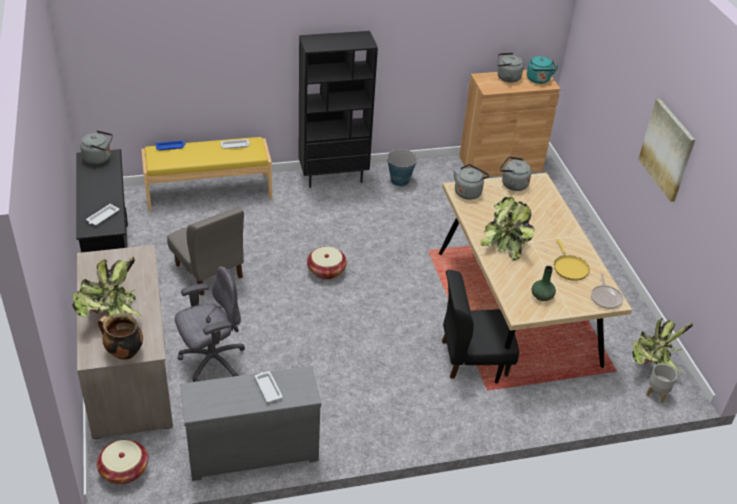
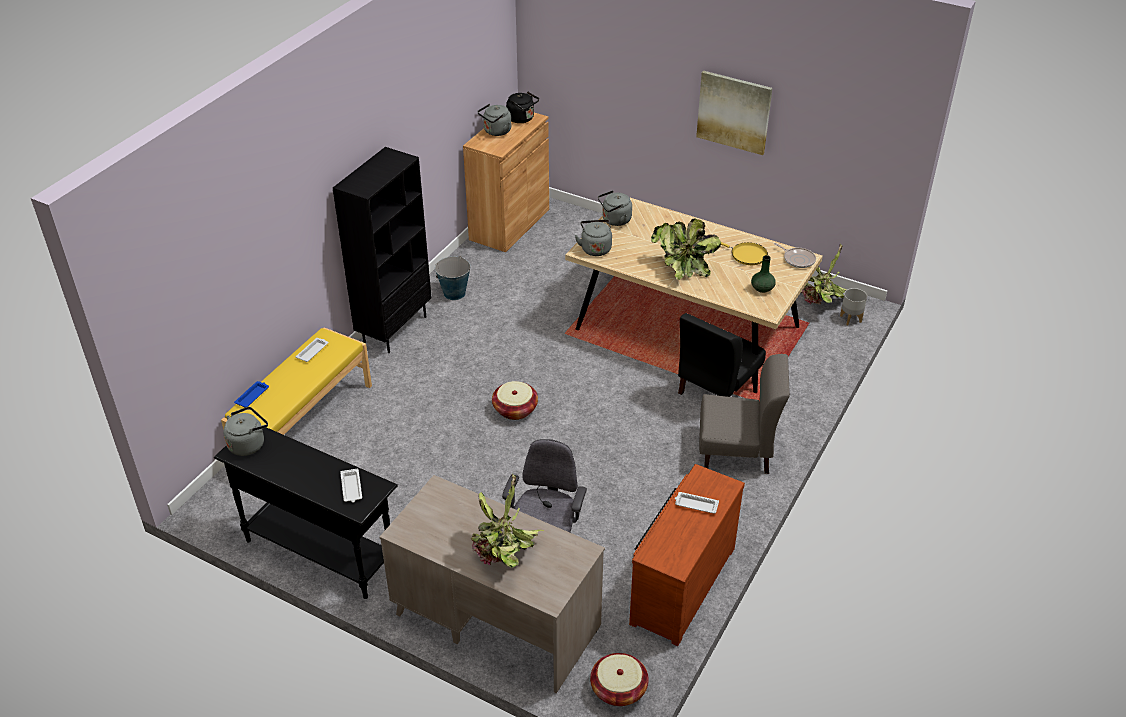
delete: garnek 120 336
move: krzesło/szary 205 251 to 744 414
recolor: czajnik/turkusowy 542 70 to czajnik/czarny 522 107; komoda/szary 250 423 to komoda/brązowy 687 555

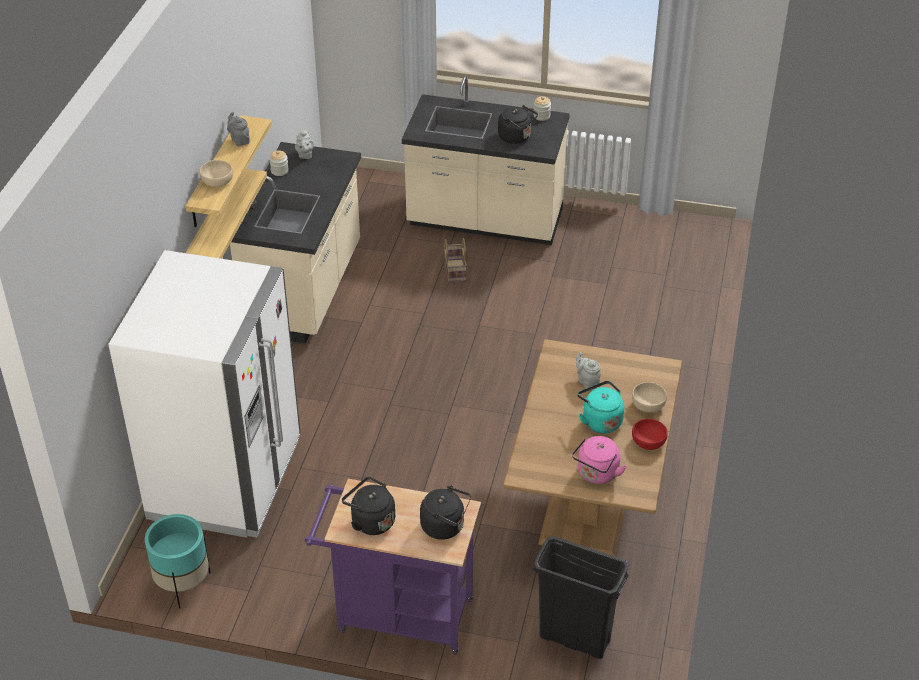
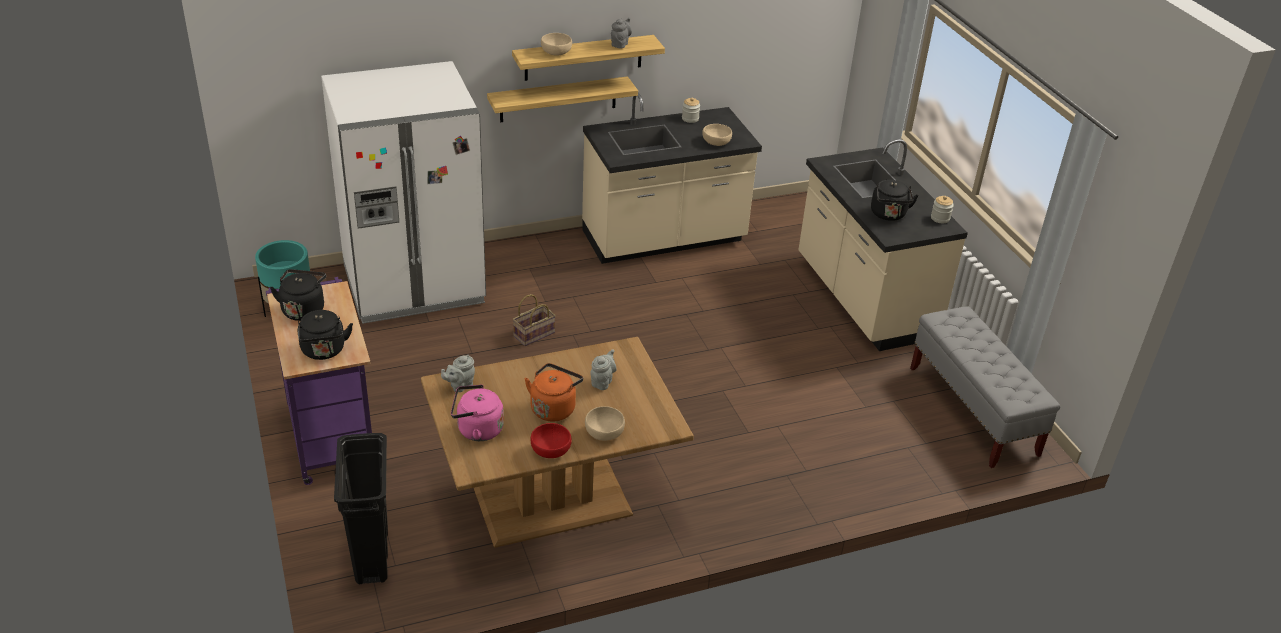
insert: miska/beżowy 717 135; ławka/szary 985 387
move: imbryk/szary 304 144 to 458 373; koszyk 455 260 to 534 320
recolor: czajnik/turkusowy 600 407 to czajnik/pomarańczowy 554 392

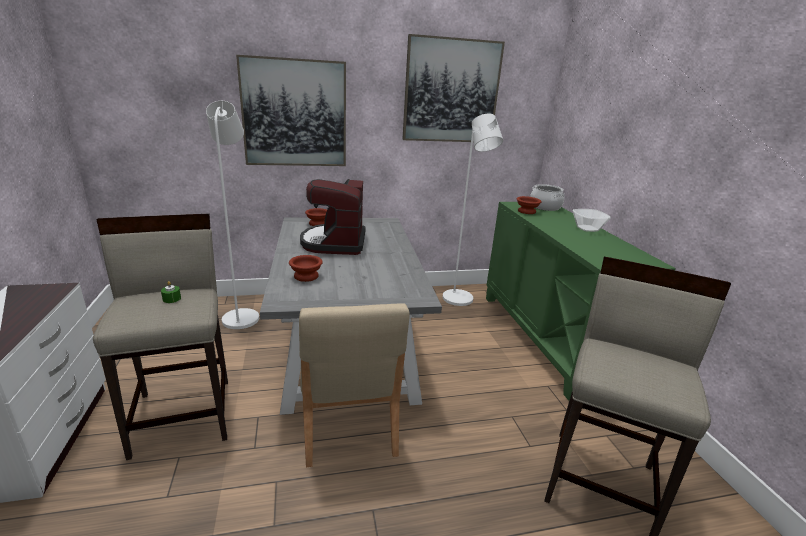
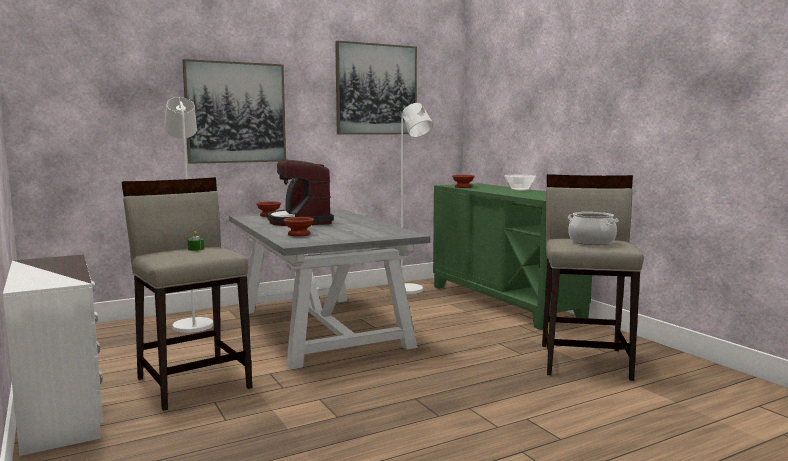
delete: krzesło/beżowy 354 385
move: garnek 547 197 to 593 228

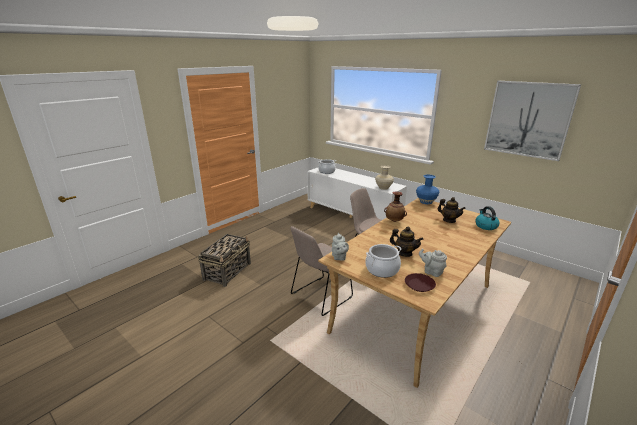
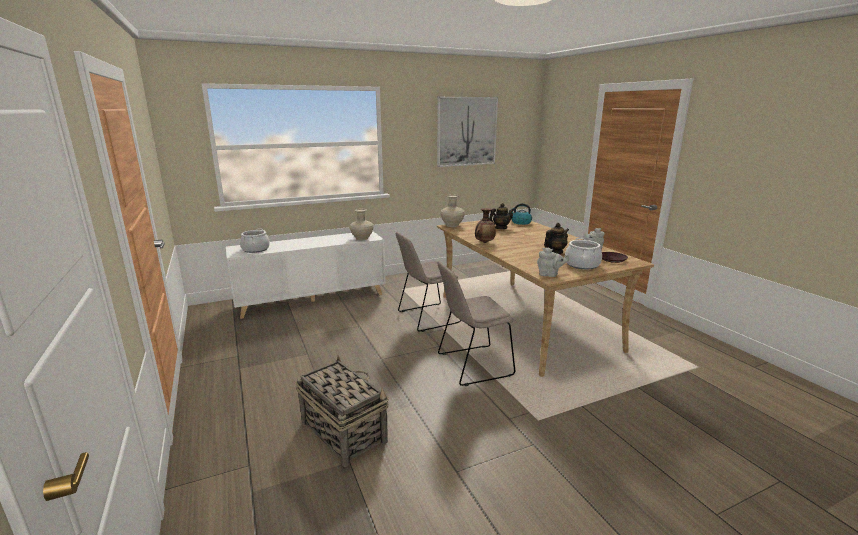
recolor: wazon/niebieski 427 189 to wazon/beżowy 452 211
rotate: krzesło/beżowy 322 271 = 476 323 90 degrees clockwise

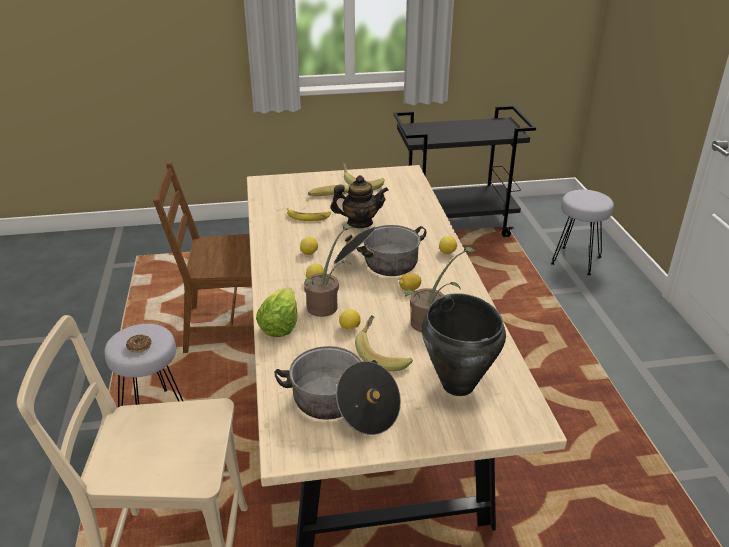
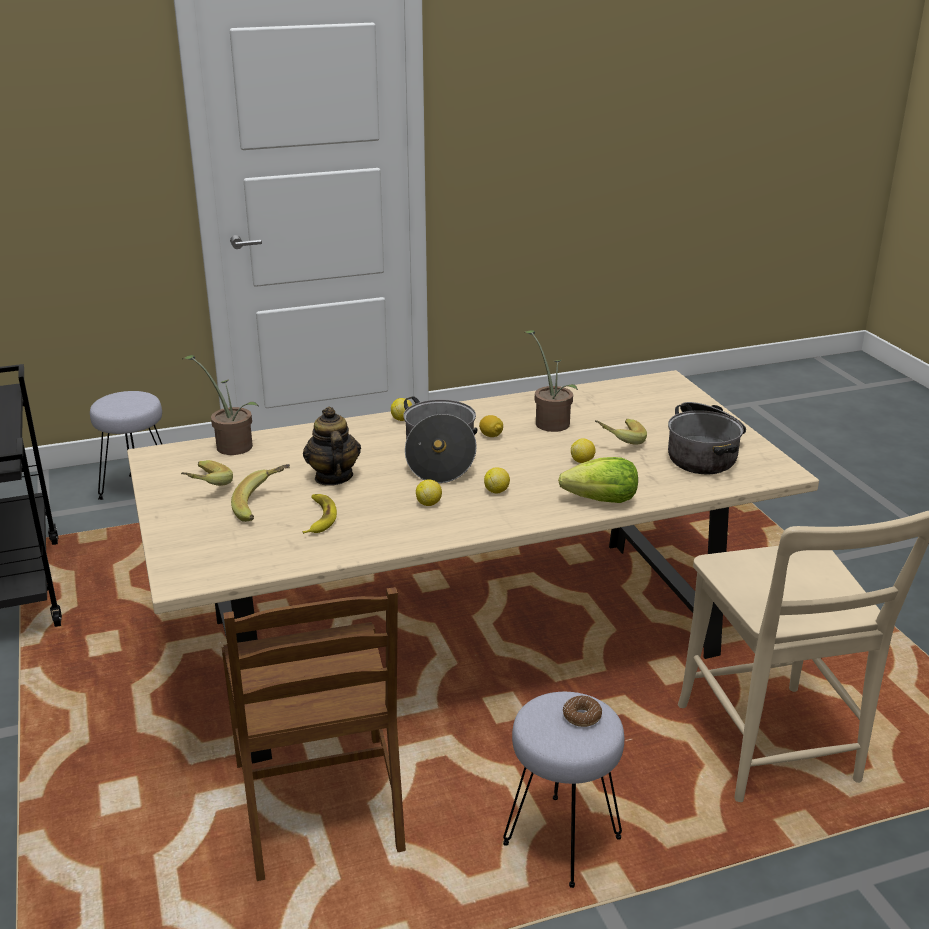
delete: garnek/czarny 464 344
move: roślina doniczkowa 328 271 to 221 405

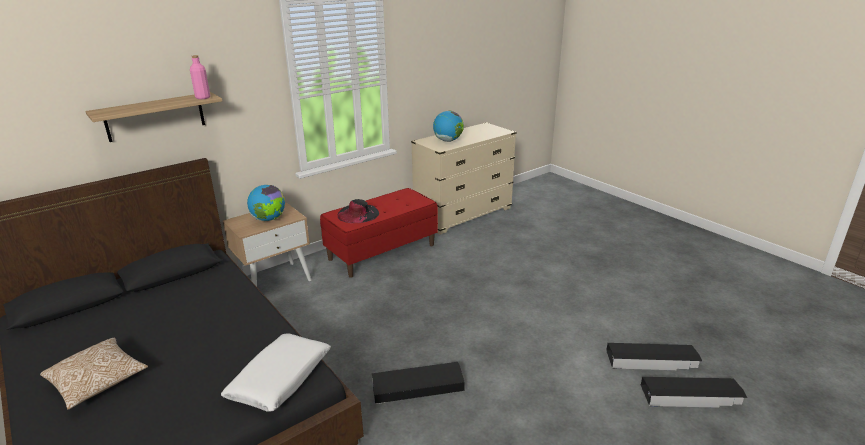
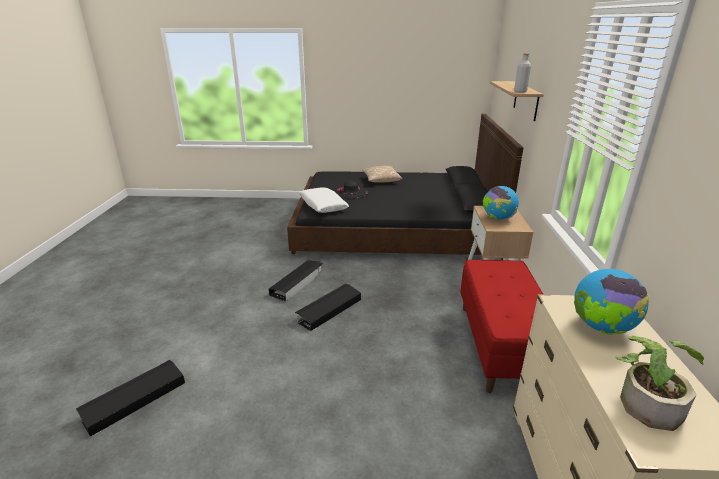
insert: roślina doniczkowa 660 383
move: pojemnik do przechowywania/czarny 694 392 to 328 307; kapelusz/czarny 358 211 to 351 189
recolor: butelka/różowy 200 77 to butelka/szary 522 73

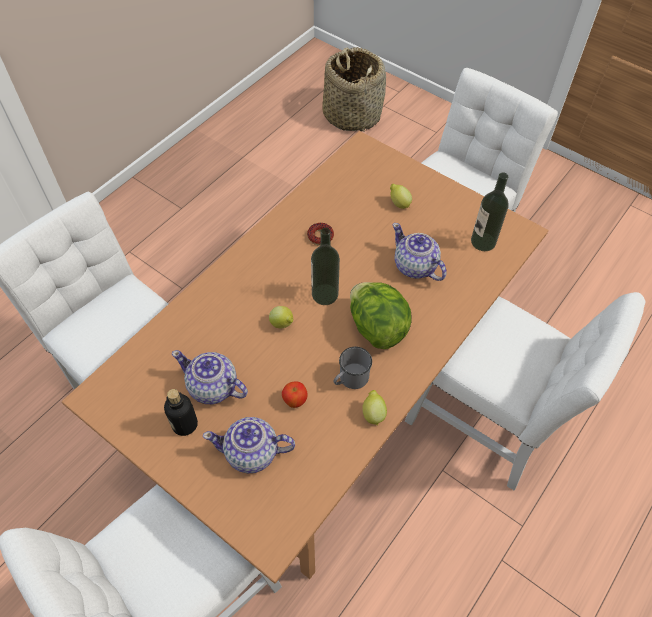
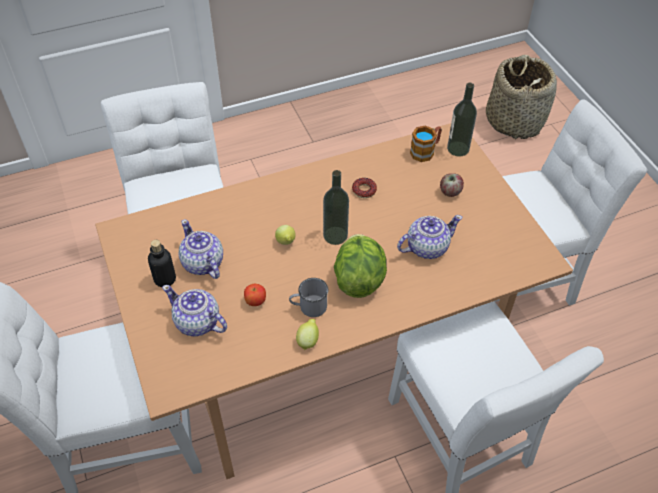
insert: kubek 426 144
move: butelka 489 212 to 462 120
replace: cytryna 401 196 to jabłko 452 185
rotate: imbryk 419 252 = 429 237 75 degrees clockwise

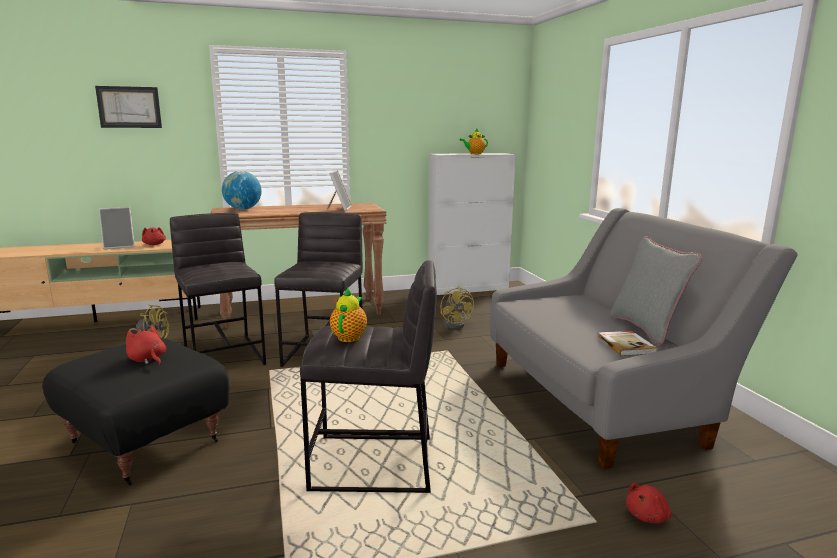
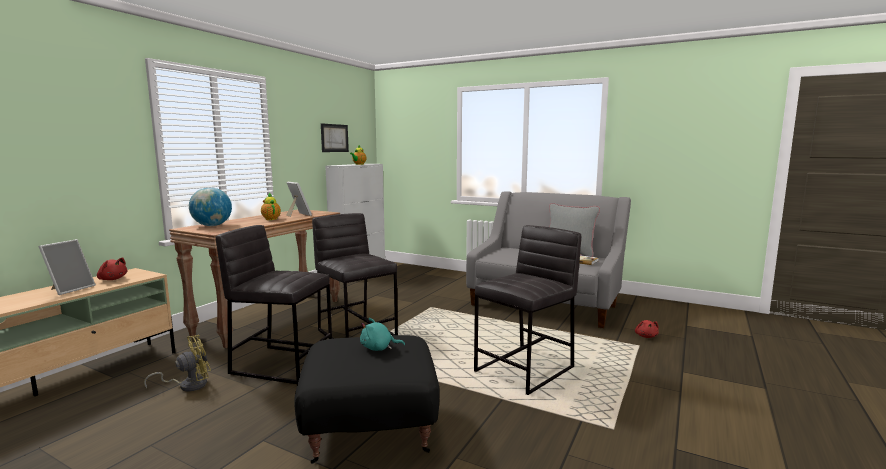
delete: wentylator/żółty 457 307
move: imbryk 348 315 to 271 206; obraz 128 107 to 335 137
recolor: pluszak/czerwony 146 345 to pluszak/turkusowy 382 334

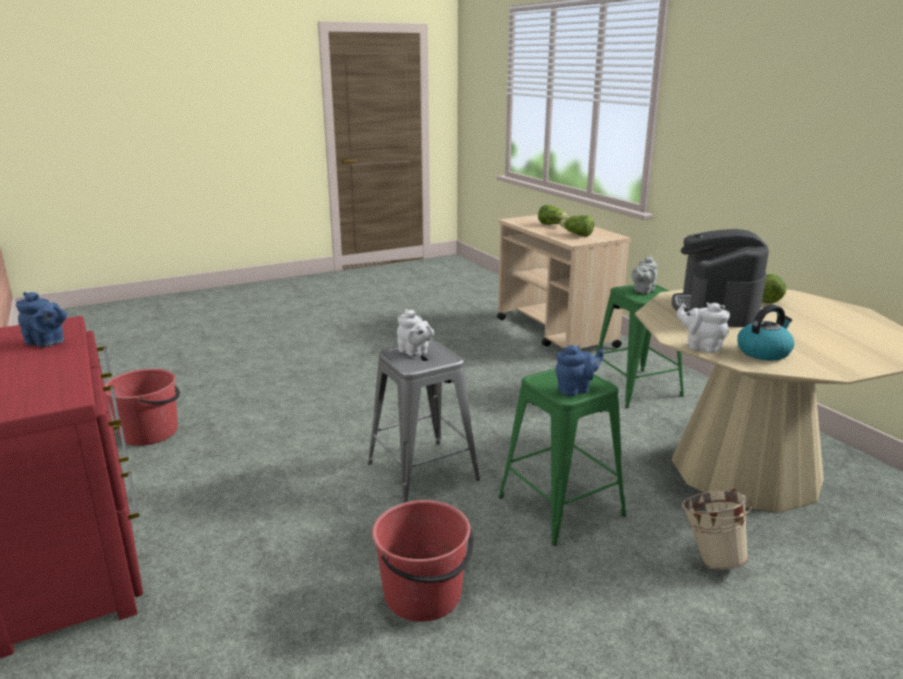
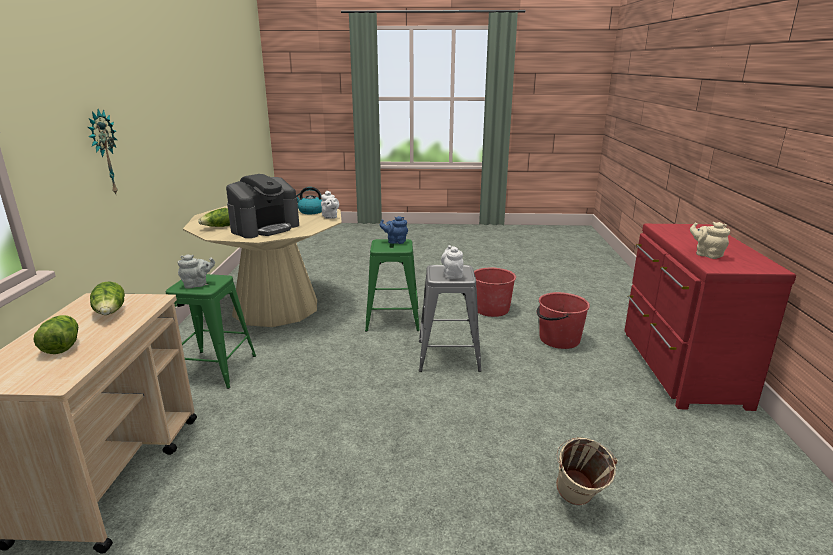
insert: zegar ścienny 103 151
move: wiadro/czerwony 142 407 to 563 320; wiadro/beżowy 717 528 to 587 471
recolor: imbryk/niebieski 41 319 to imbryk/beżowy 710 240

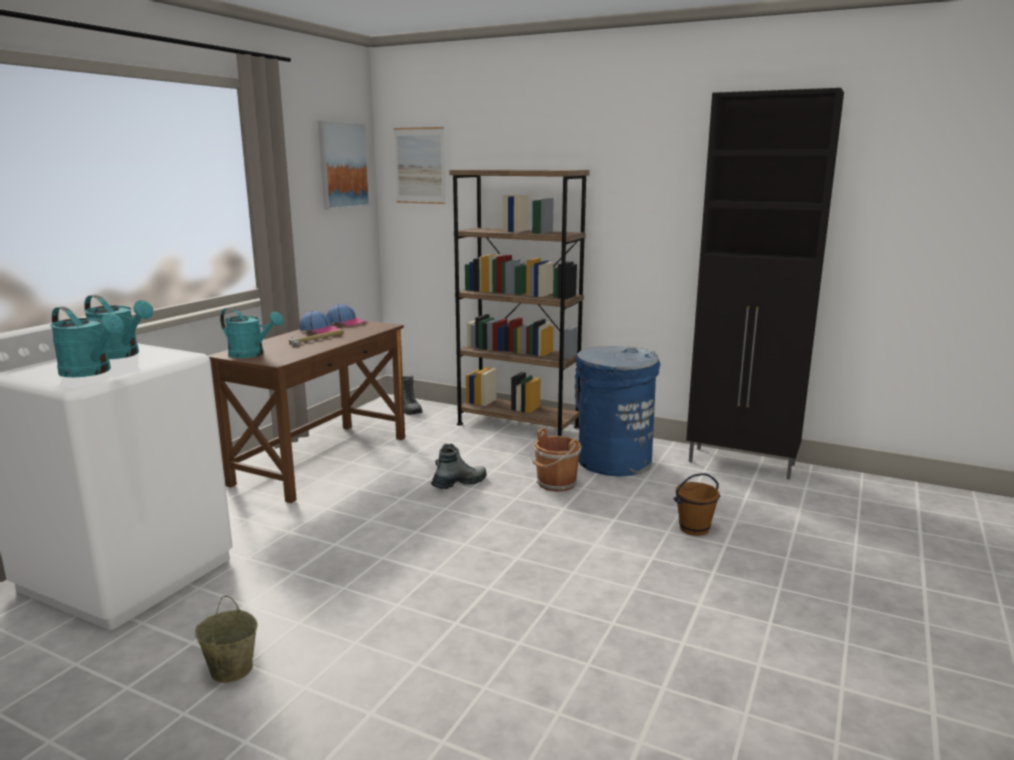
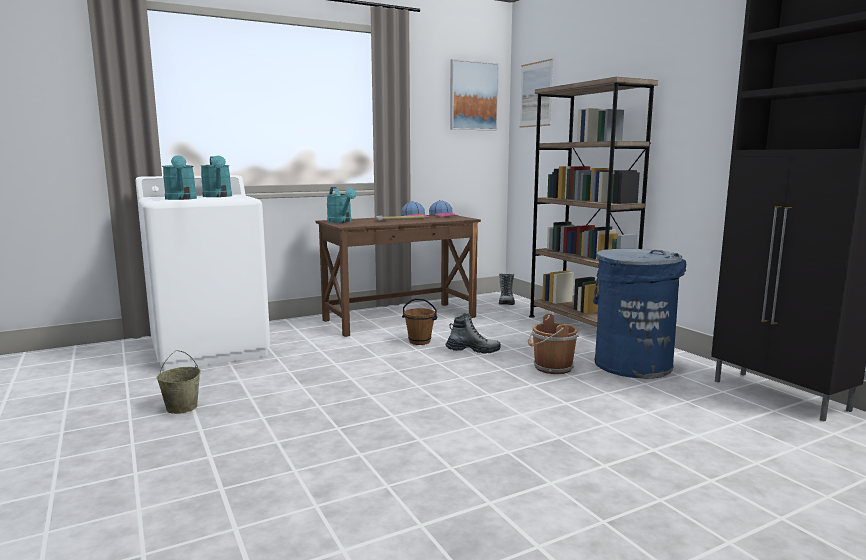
move: wiadro/brązowy 697 504 to 419 321

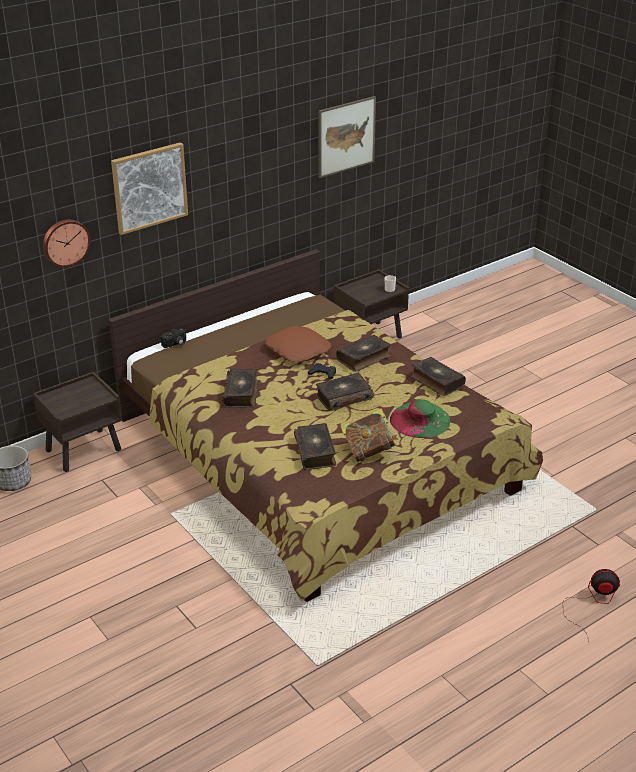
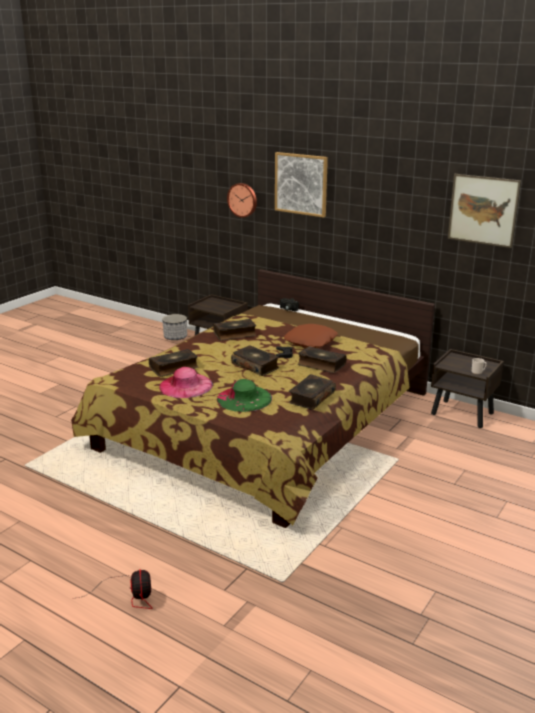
replace: książka 369 435 to kapelusz/różowy 186 382

